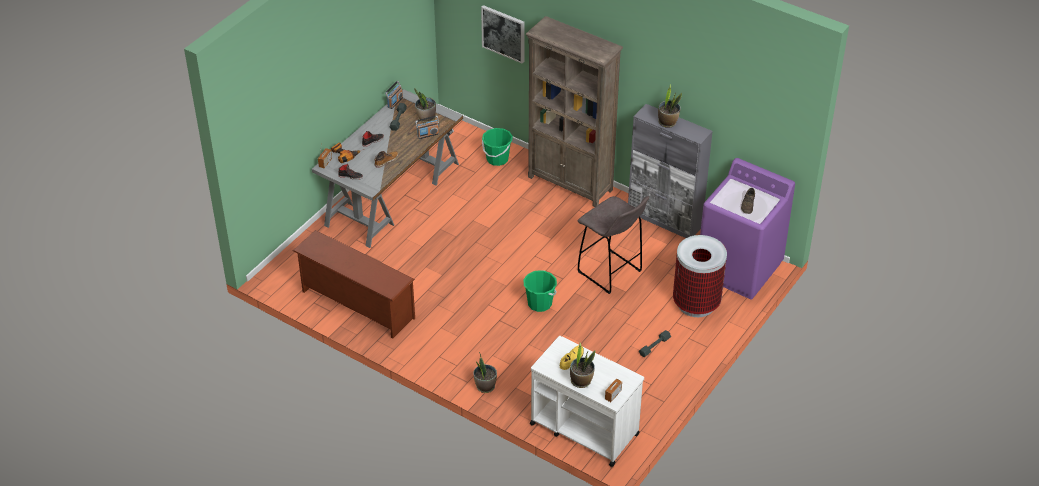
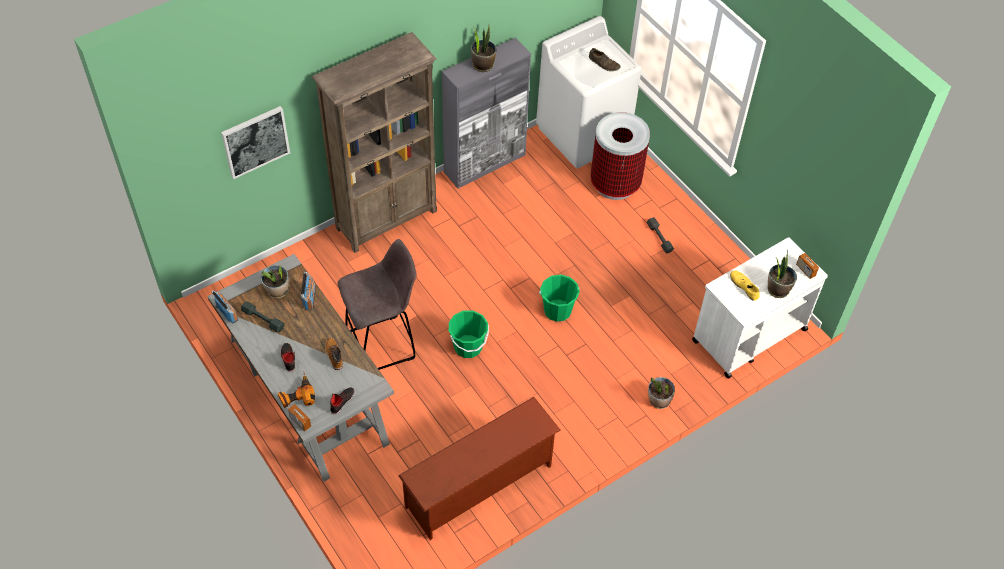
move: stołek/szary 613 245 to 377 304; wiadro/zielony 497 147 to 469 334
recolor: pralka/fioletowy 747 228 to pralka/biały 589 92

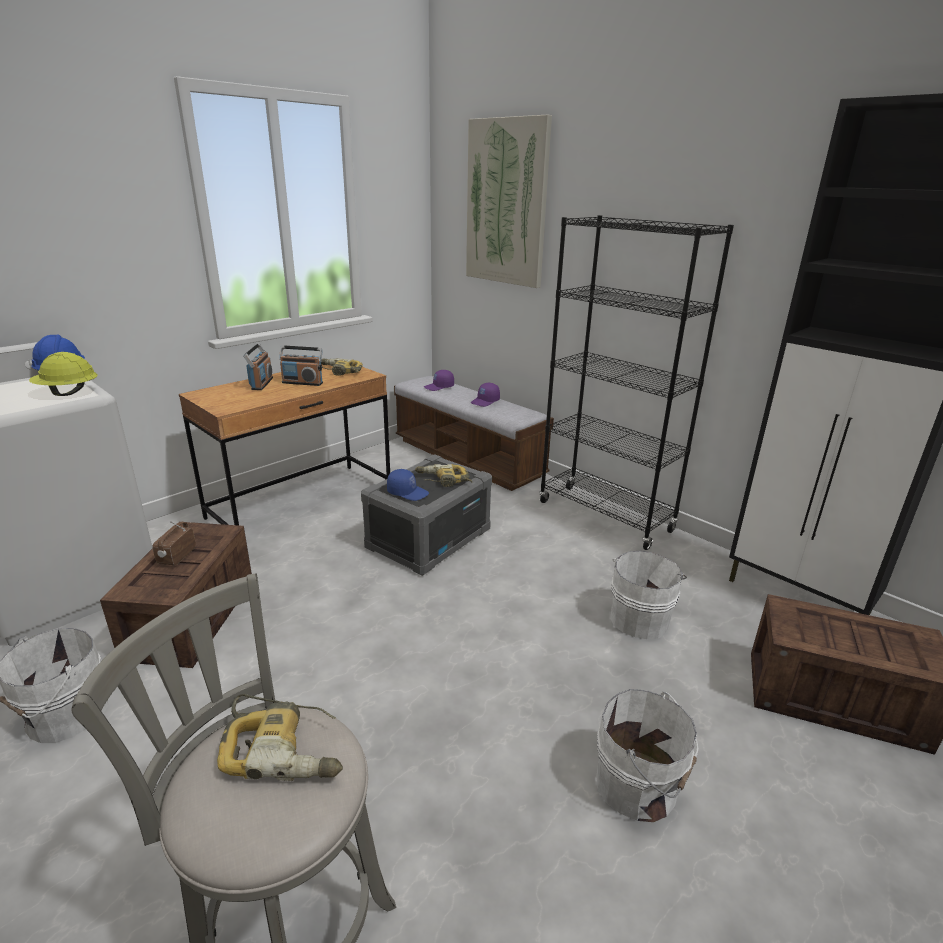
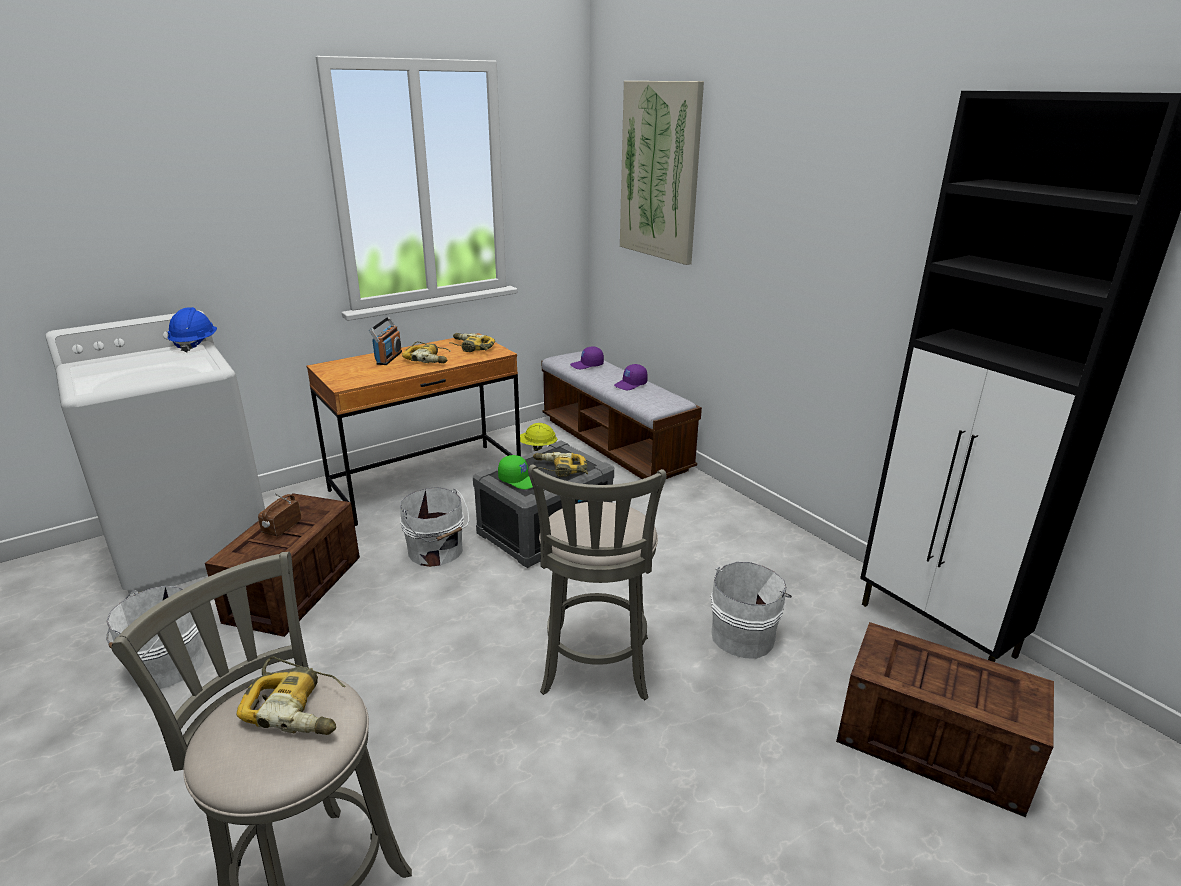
delete: regał/czarny 636 382
insert: stołek/szary 597 582
move: wiadro/biały 647 755 to 434 527; kask/żółty 63 374 to 538 437
replace: radio 301 365 to wiertarka 426 352
recolor: czapka z daszkiem/niebieski 408 485 to czapka z daszkiem/zielony 515 472

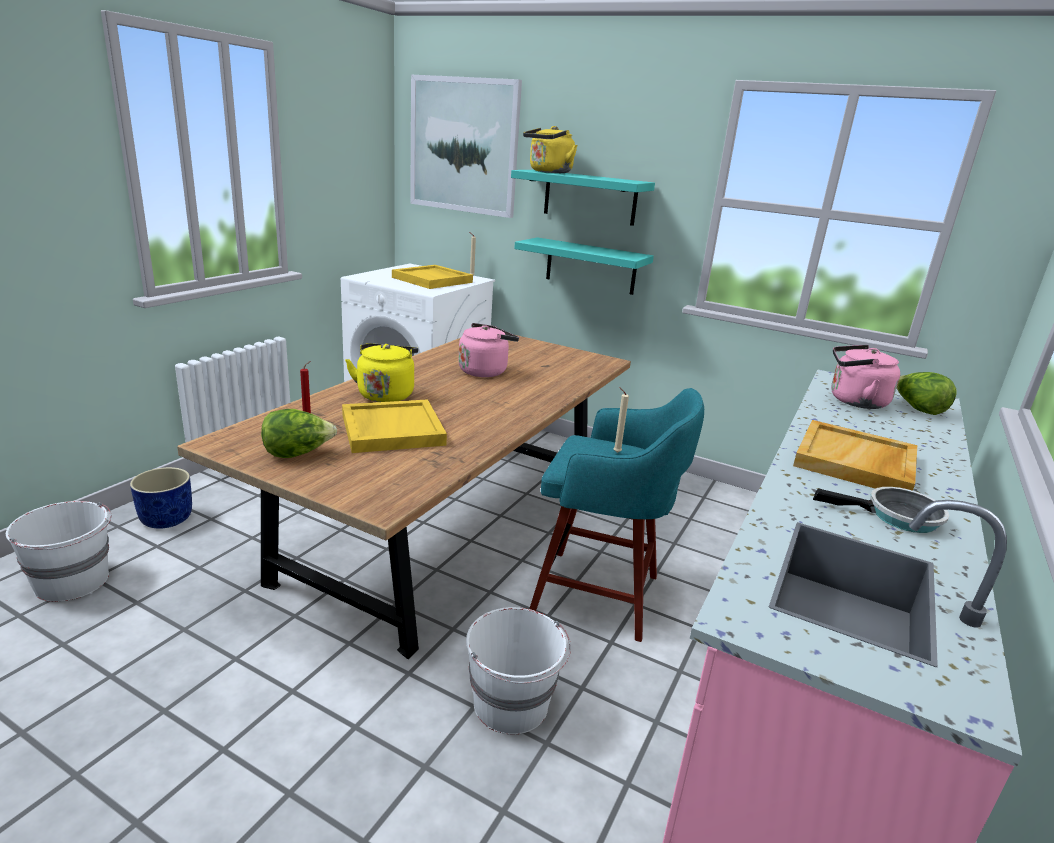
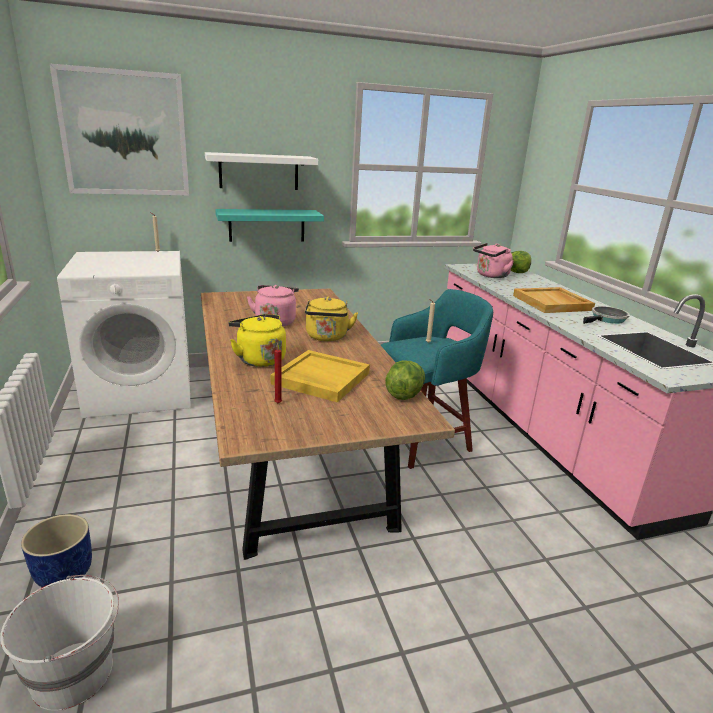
delete: taca/żółty 432 277; wiadro/biały 518 671
move: czajnik/żółty 550 149 to 331 319; sałata 299 433 to 405 380
recolor: półka/turkusowy 583 198 to półka/biały 261 171

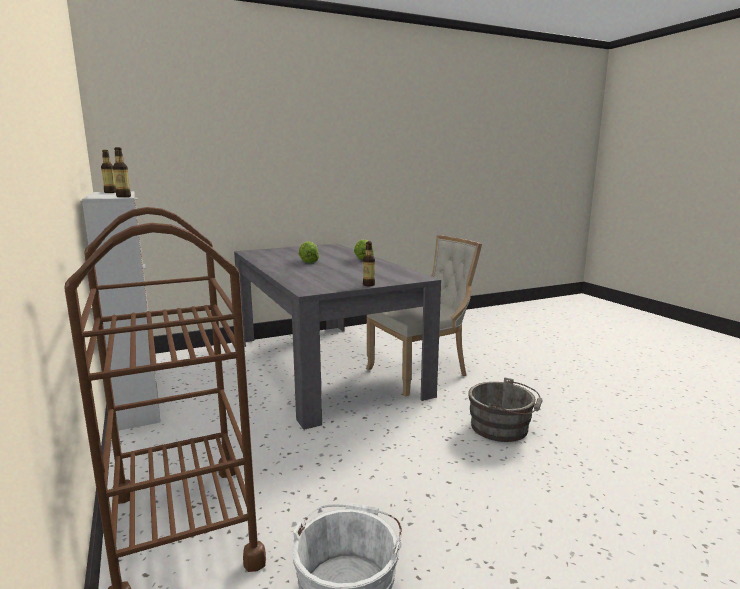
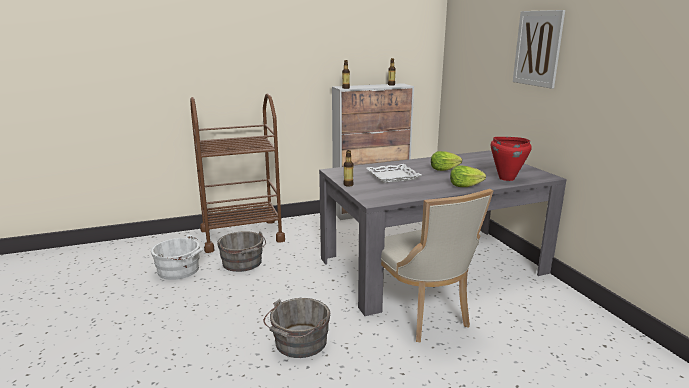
insert: wiadro/szary 241 251; taca/biały 393 173; garnek/czerwony 511 159; obraz 539 49

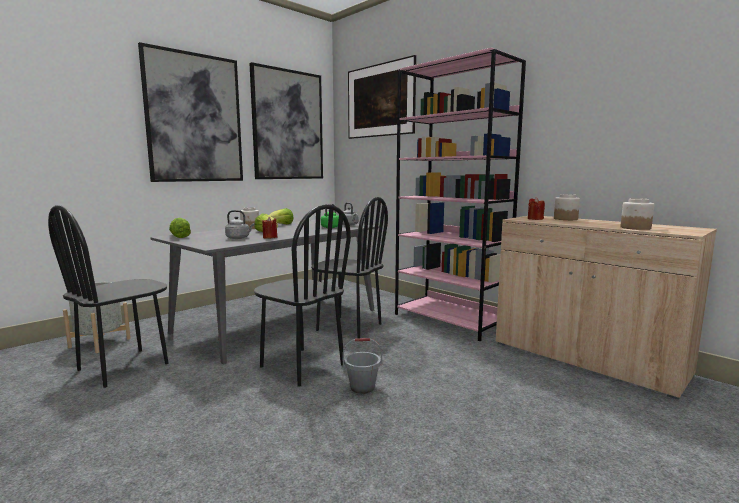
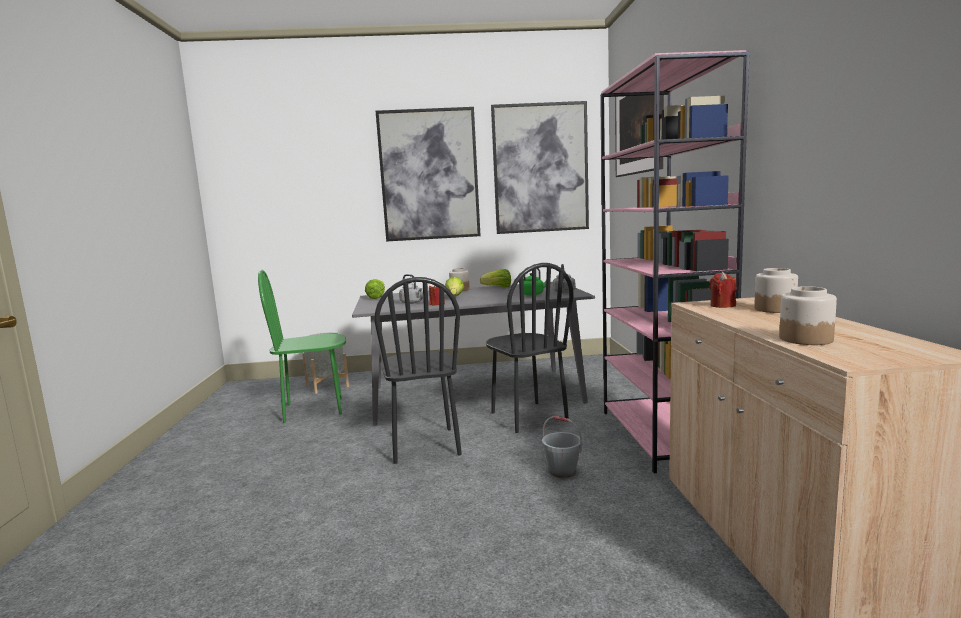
move: wiadro/szary 362 366 to 562 447
recolor: krzesło/czarny 108 296 to krzesło/zielony 302 346

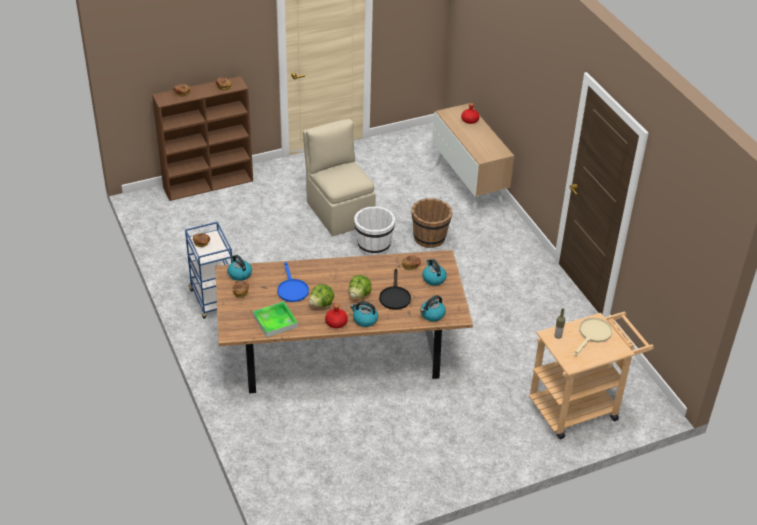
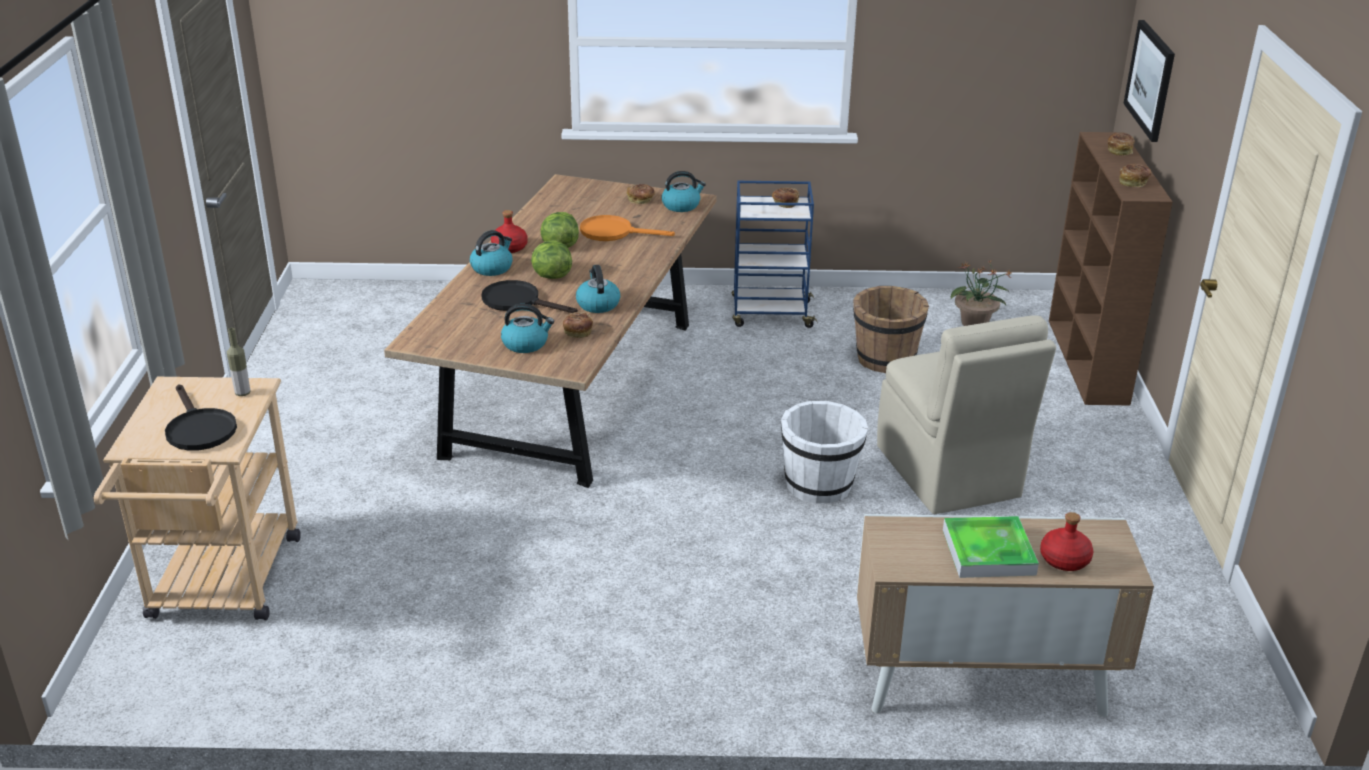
insert: roślina doniczkowa 981 293; obraz 1149 81
move: czajnik 433 308 to 598 289; wiadro/brązowy 432 223 to 891 329; taca 275 319 to 991 547
recolor: patelnia/beżowy 592 337 to patelnia/czarny 201 417; patelnia/niebieski 293 282 to patelnia/pomarańczowy 627 228
rotate: krzesło/beżowy 339 177 = 966 414 75 degrees clockwise

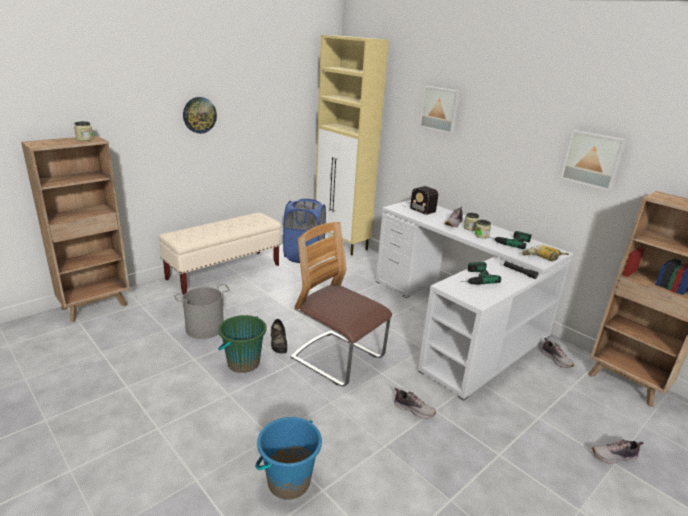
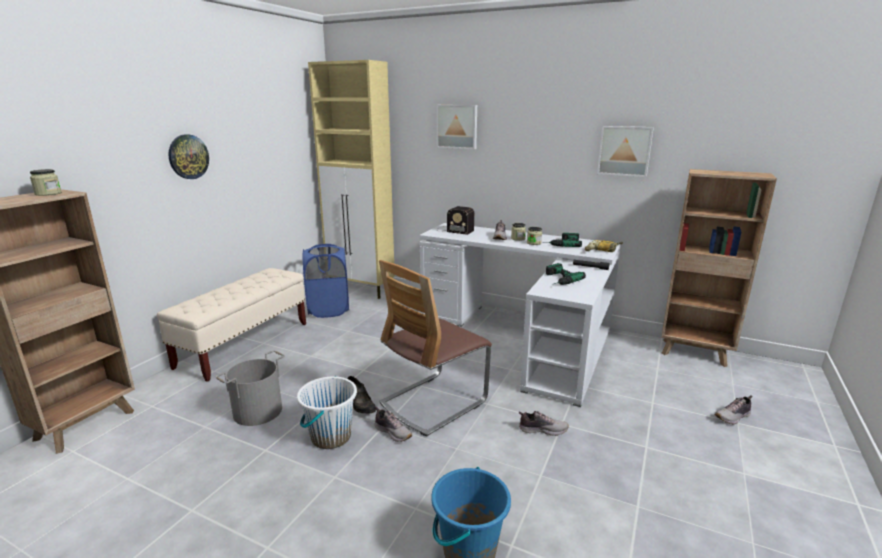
move: but 557 353 to 393 424
recolor: wiadro/zielony 242 344 to wiadro/biały 327 412
rotate: krzesło 341 304 = 435 348 60 degrees counterclockwise

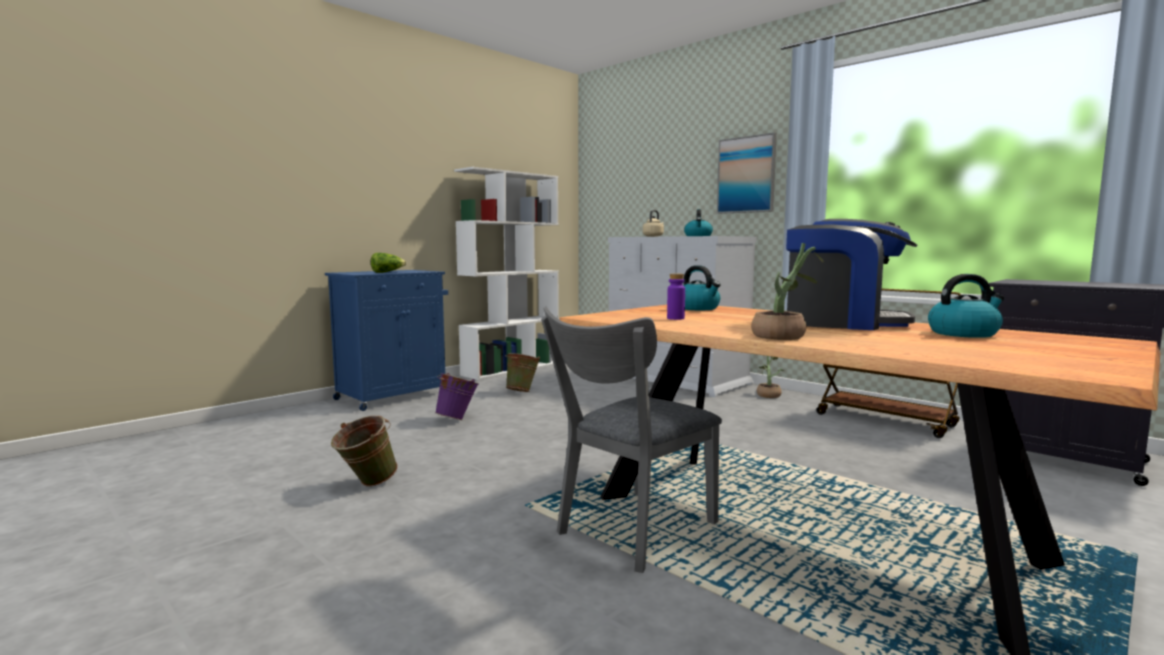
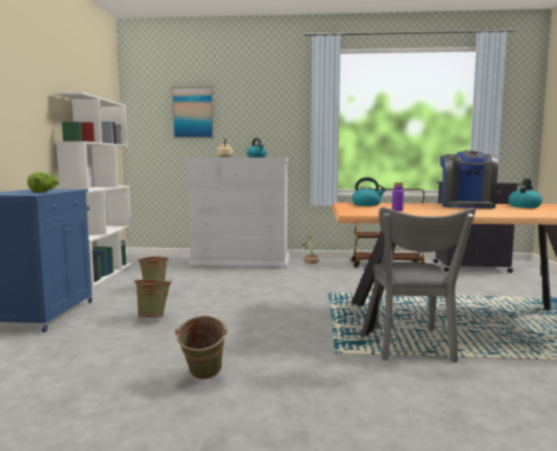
delete: roślina doniczkowa 787 291
move: obraz 747 173 to 193 112
recolor: wiadro/fioletowy 457 396 to wiadro/zielony 153 298
rotate: ekspres do kawy 851 274 = 469 179 120 degrees clockwise

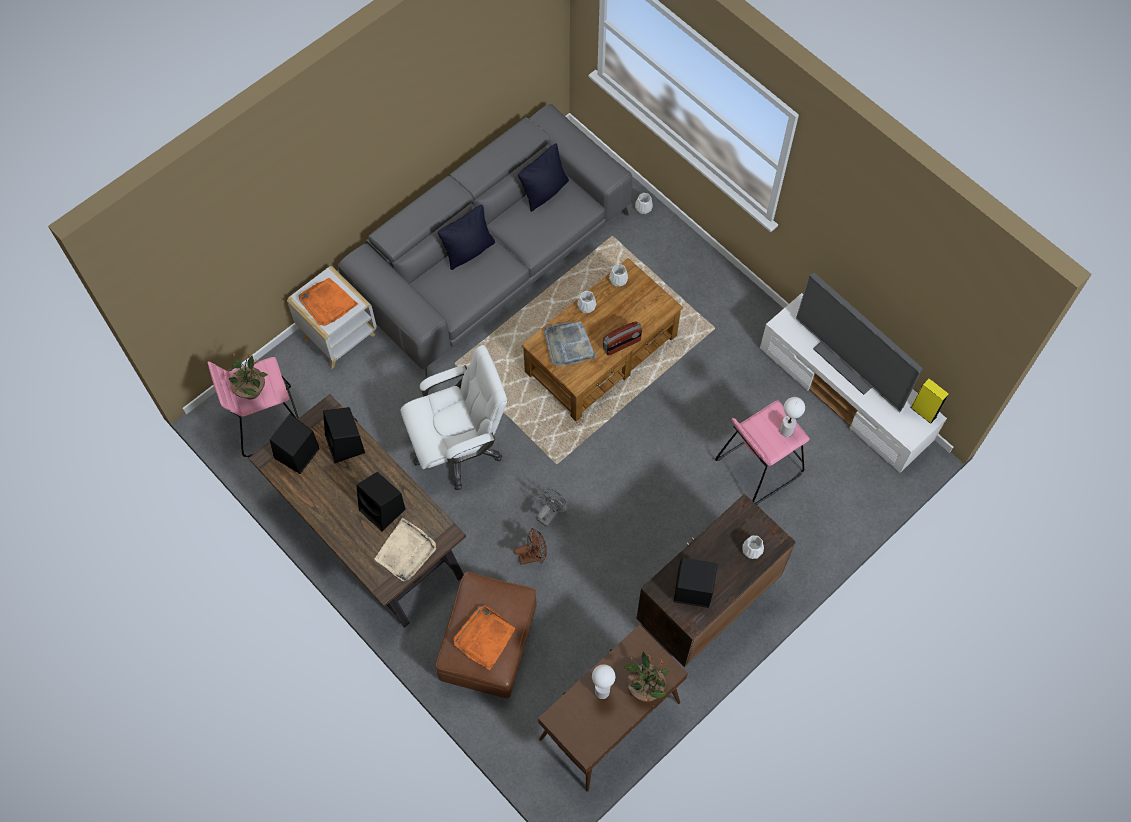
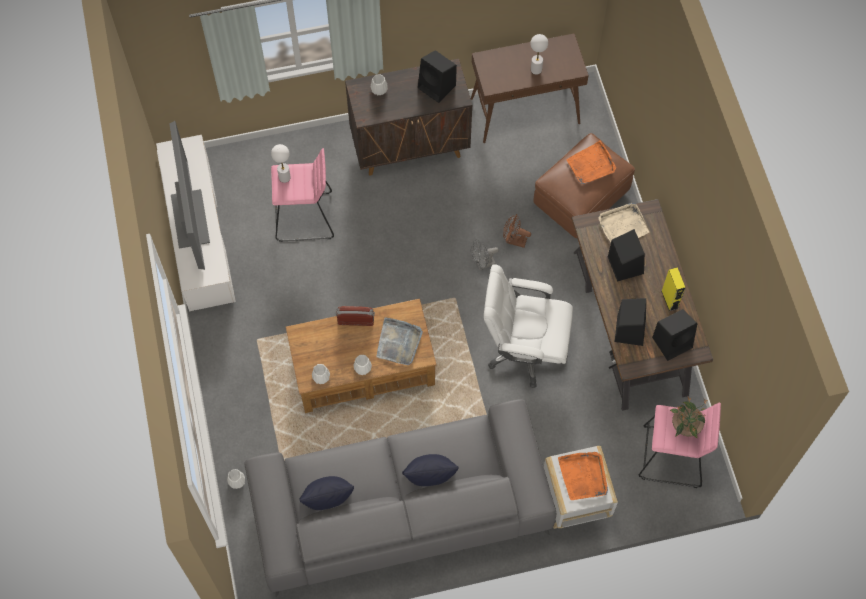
delete: roślina doniczkowa 647 677
move: głośnik/żółty 930 401 to 673 289

